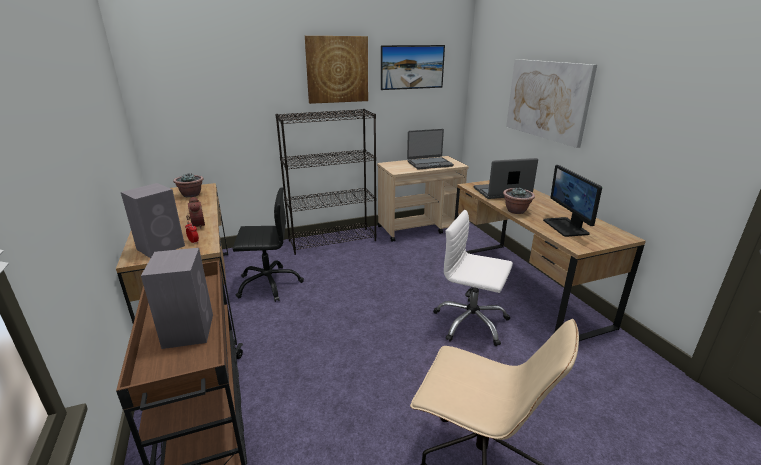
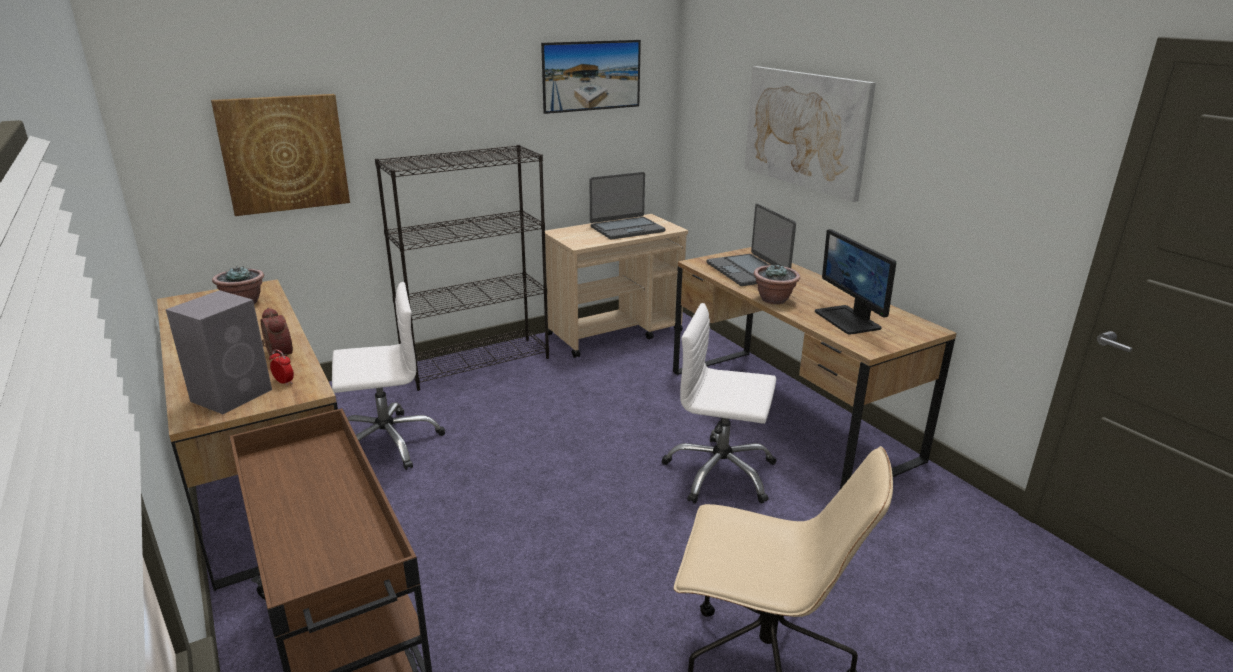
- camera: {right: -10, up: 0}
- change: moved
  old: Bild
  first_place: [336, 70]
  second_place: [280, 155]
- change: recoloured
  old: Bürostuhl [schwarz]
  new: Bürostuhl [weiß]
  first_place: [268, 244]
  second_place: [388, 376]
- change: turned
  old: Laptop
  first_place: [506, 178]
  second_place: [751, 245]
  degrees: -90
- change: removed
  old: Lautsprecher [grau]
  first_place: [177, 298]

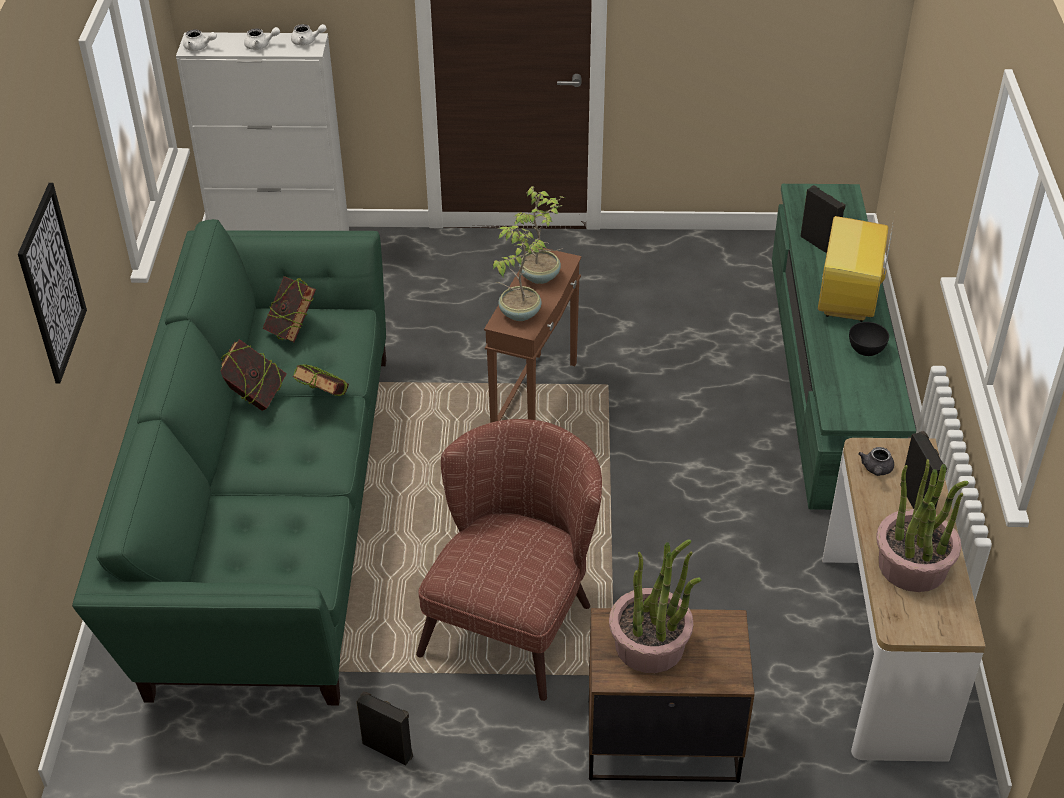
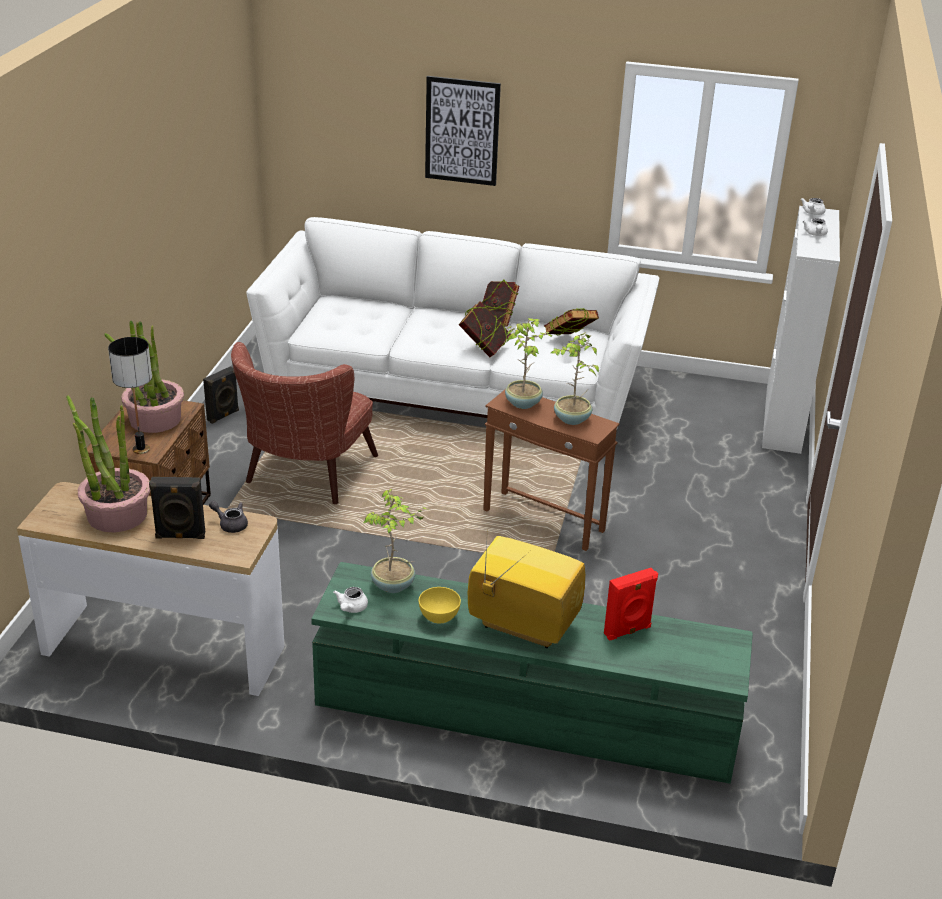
- camera: {right: 100, up: -10}
- change: added
  new: Tischlampe
  second_place: [130, 395]
- change: turned
  old: Sessel [braun]
  first_place: [509, 560]
  second_place: [304, 423]
  degrees: 75
- change: recoloured
  old: Sofa [grün]
  new: Sofa [weiß]
  first_place: [229, 462]
  second_place: [452, 322]
- change: moved
  old: Teekanne [weiß]
  first_place: [309, 34]
  second_place: [350, 600]
- change: added
  new: Topfpflanze
  second_place: [395, 541]
- change: recoloured
  old: Schüssel [schwarz]
  new: Schüssel [gelb]
  first_place: [869, 339]
  second_place: [440, 605]
- change: recoloured
  old: Lautsprecher [schwarz]
  new: Lautsprecher [rot]
  first_place: [823, 219]
  second_place: [631, 604]

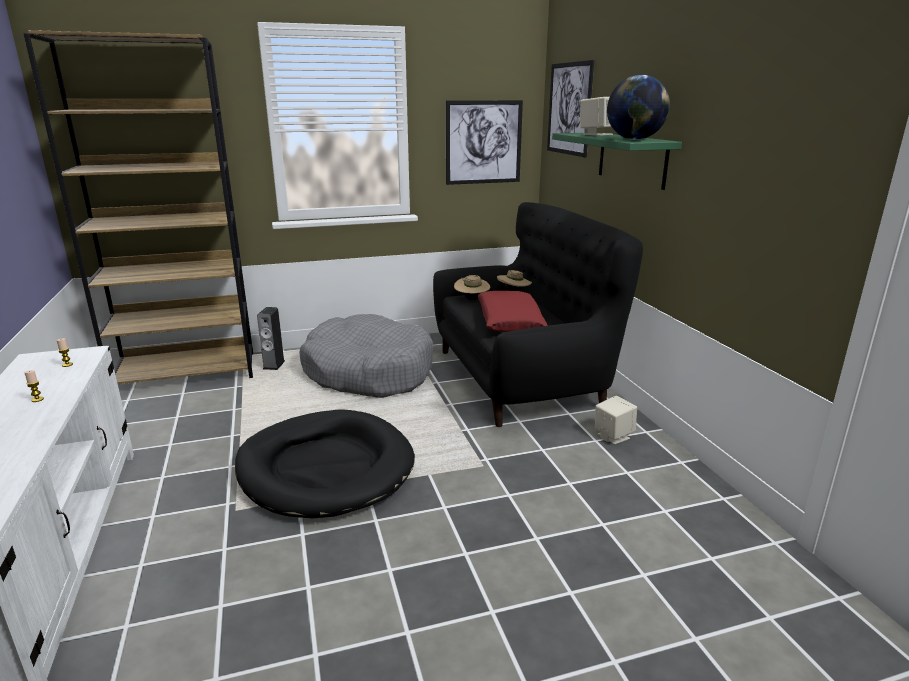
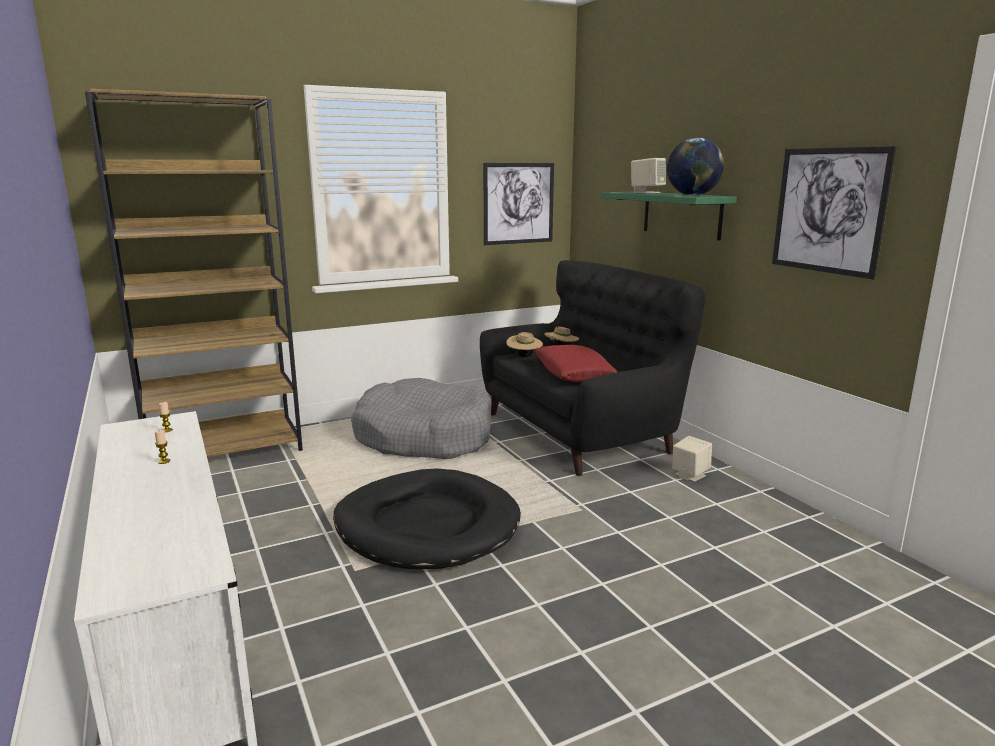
- camera: {right: -10, up: -5}
- change: moved
  old: Bild
  first_place: [570, 108]
  second_place: [834, 212]
- change: removed
  old: Lautsprecher
  first_place: [271, 338]

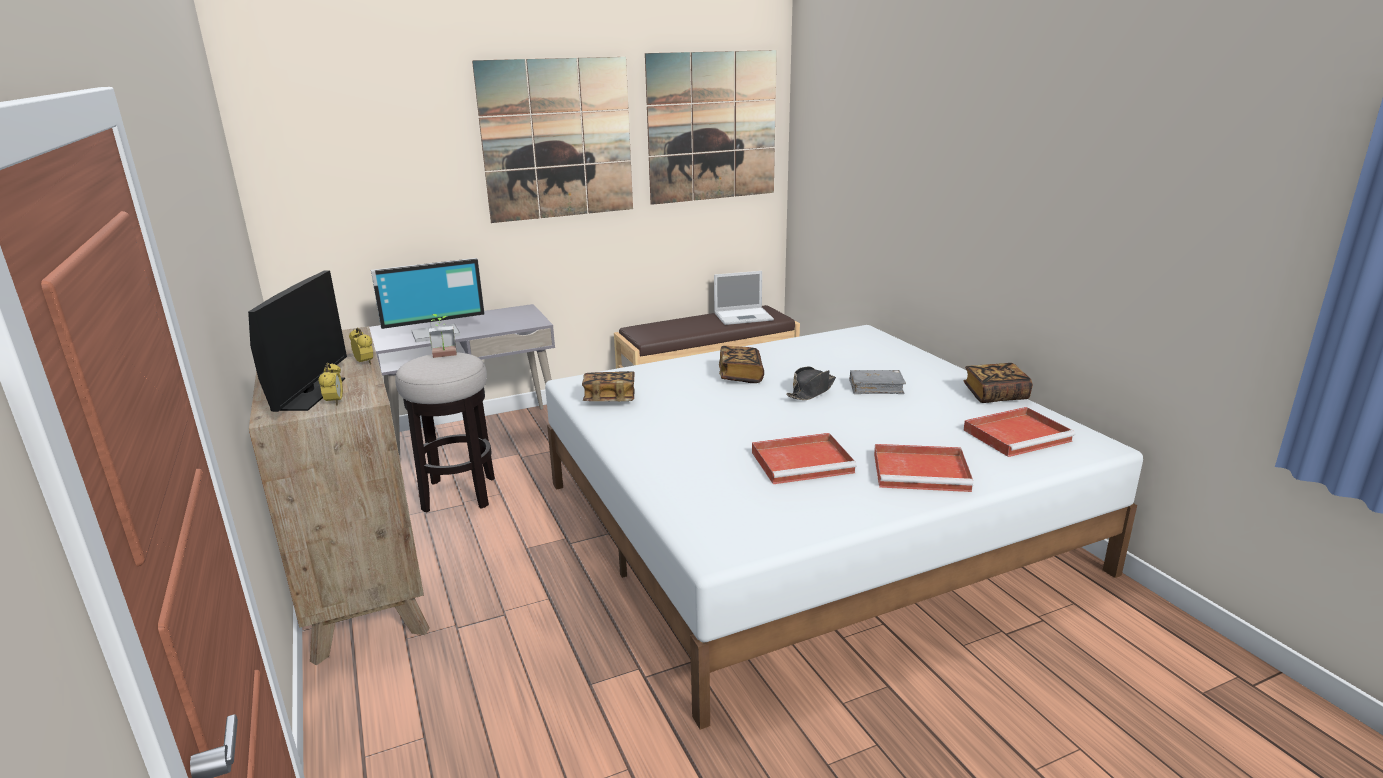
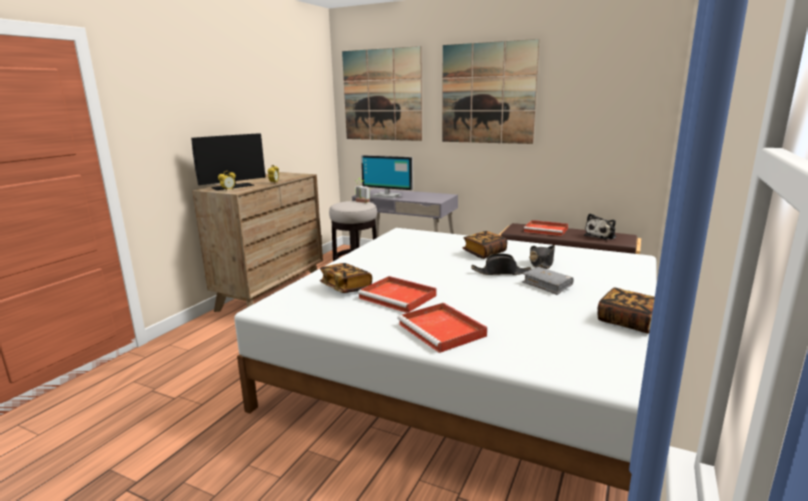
- camera: {right: 50, up: -5}
- change: moved
  old: Buch
  first_place: [608, 386]
  second_place: [346, 278]
- change: moved
  old: Bild
  first_place: [711, 127]
  second_place: [382, 93]
- change: moved
  old: Tablett [rot]
  first_place: [1019, 432]
  second_place: [546, 228]
- change: added
  new: Hut [schwarz]
  second_place: [542, 257]
- change: replaced
  old: Laptop
  new: Plüschtier
  first_place: [744, 298]
  second_place: [600, 226]

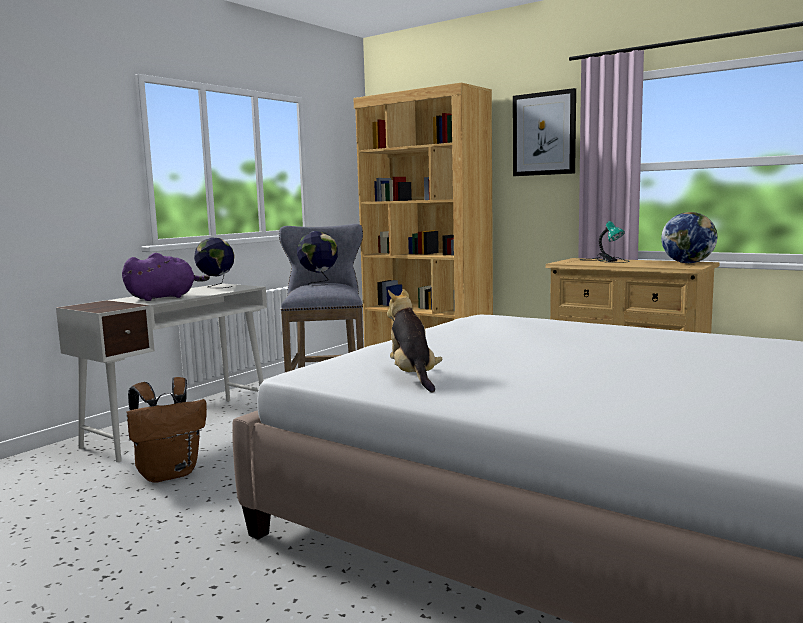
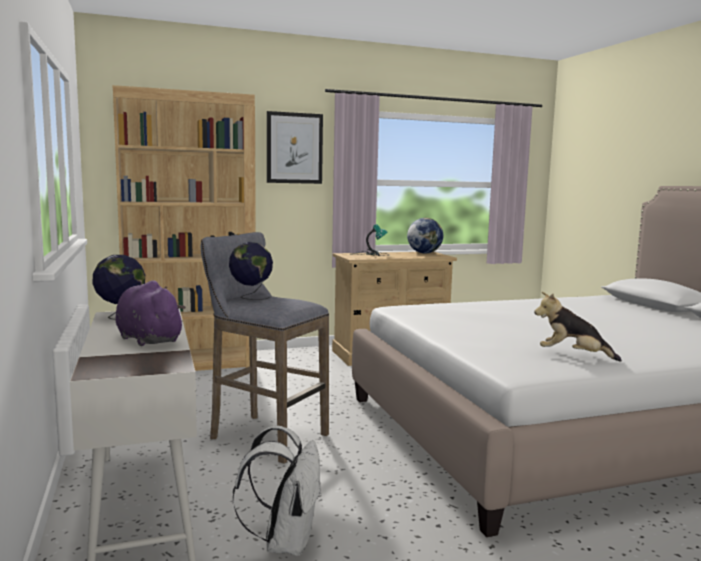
- camera: {right: -55, up: 0}
- change: turned
  old: Plüschtier [lila]
  first_place: [166, 277]
  second_place: [151, 313]
  degrees: -45
- change: recoloured
  old: Rucksack [braun]
  new: Rucksack [weiß]
  first_place: [167, 430]
  second_place: [277, 490]

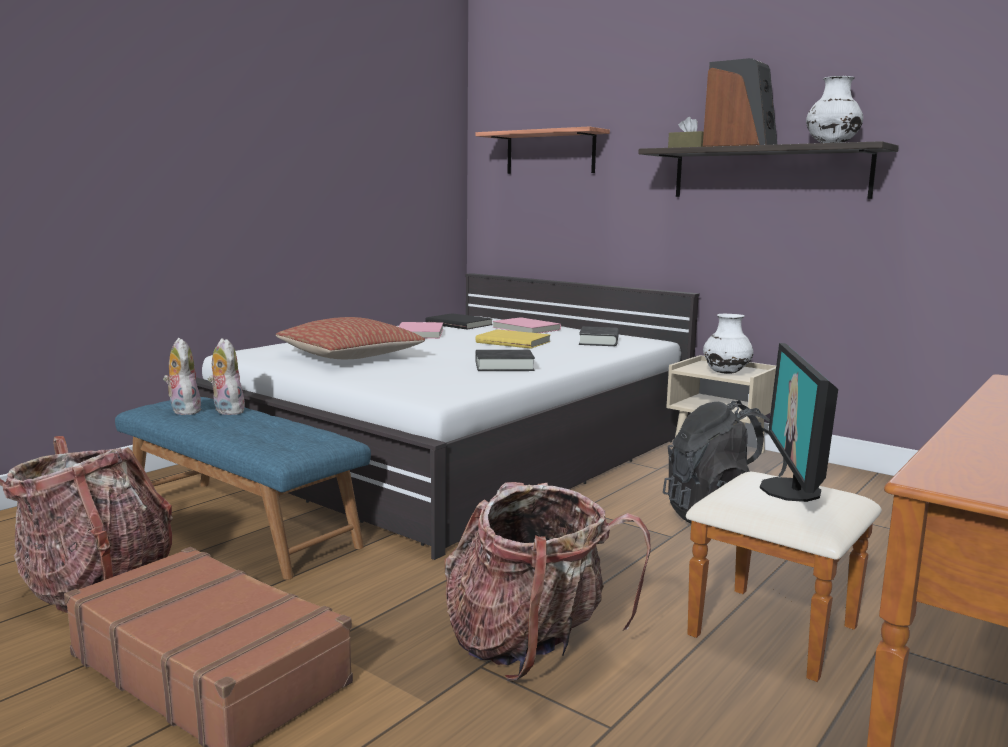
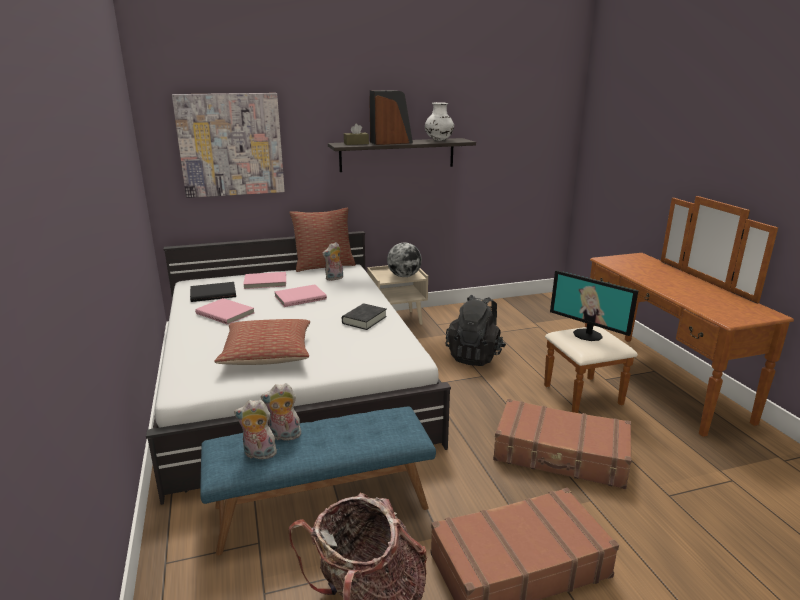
- camera: {right: -55, up: 10}
- change: replaced
  old: Wandregal
  new: Bild
  first_place: [542, 150]
  second_place: [228, 145]
- change: recoloured
  old: Buch [gelb]
  new: Buch [rosa]
  first_place: [513, 339]
  second_place: [300, 295]
- change: added
  new: Kissen
  second_place: [322, 239]
- change: replaced
  old: Buch [schwarz]
  new: Plüschtier
  first_place: [599, 336]
  second_place: [332, 261]
- change: replaced
  old: Vase [weiß]
  new: Globus
  first_place: [728, 344]
  second_place: [404, 260]
- change: replaced
  old: Rucksack
  new: Koffer [braun]
  first_place: [548, 581]
  second_place: [562, 444]

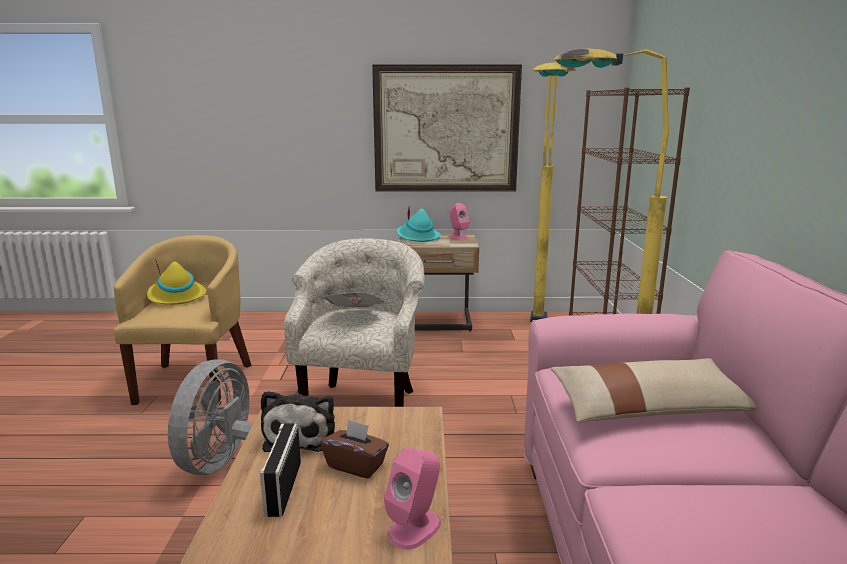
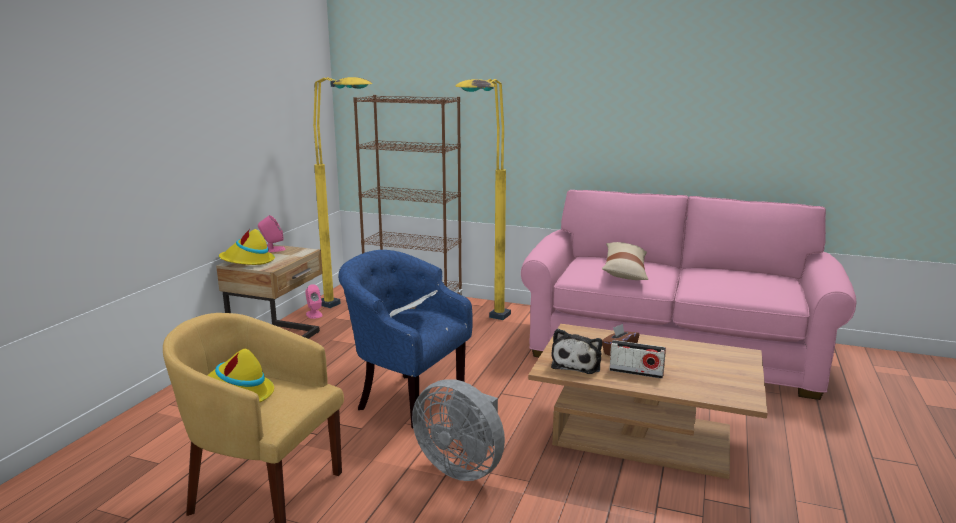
- camera: {right: -70, up: 0}
- change: recoloured
  old: Hut [türkis]
  new: Hut [gelb]
  first_place: [419, 225]
  second_place: [247, 247]
- change: moved
  old: Lautsprecher [rosa]
  first_place: [412, 499]
  second_place: [314, 301]
- change: recoloured
  old: Sessel [beige]
  new: Sessel [blau]
  first_place: [354, 323]
  second_place: [405, 339]
- change: turned
  old: Plüschtier
  first_place: [298, 421]
  second_place: [576, 351]
  degrees: 90
- change: removed
  old: Bild
  first_place: [447, 128]

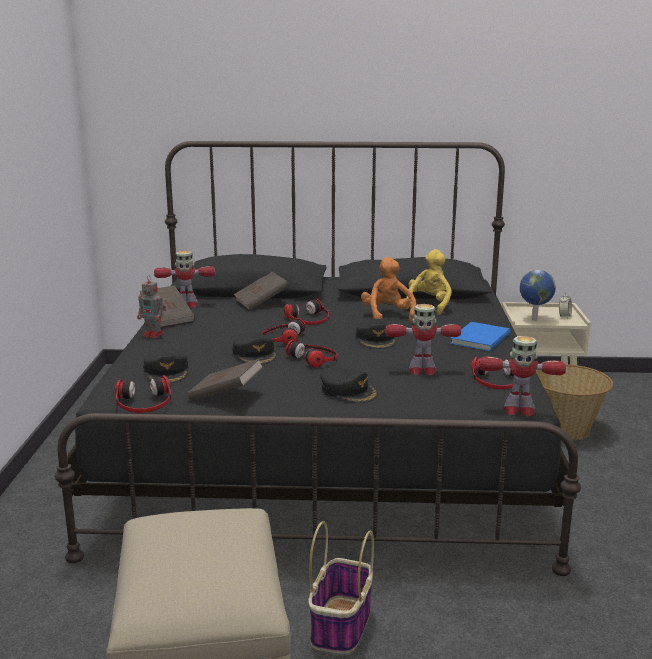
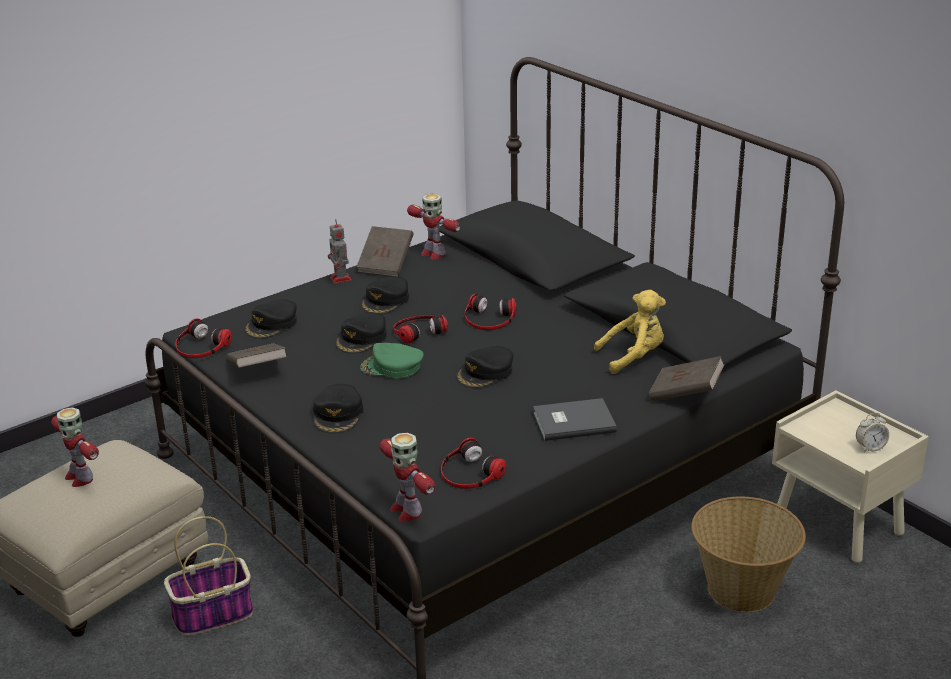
- camera: {right: 50, up: 10}
- change: moved
  old: Spielzeugroboter
  first_place: [423, 339]
  second_place: [75, 447]
- change: replaced
  old: Kopfhörer
  new: Kappe [grün]
  first_place: [312, 354]
  second_place: [392, 361]
- change: added
  new: Kappe [schwarz]
  second_place: [385, 295]
- change: recoloured
  old: Buch [blau]
  new: Buch [grau]
  first_place: [480, 336]
  second_place: [575, 419]
- change: moved
  old: Buch [braun]
  first_place: [261, 291]
  second_place: [687, 379]
- change: removed
  old: Plüschtier [orange]
  first_place: [388, 290]
- change: removed
  old: Globus
  first_place: [538, 295]

